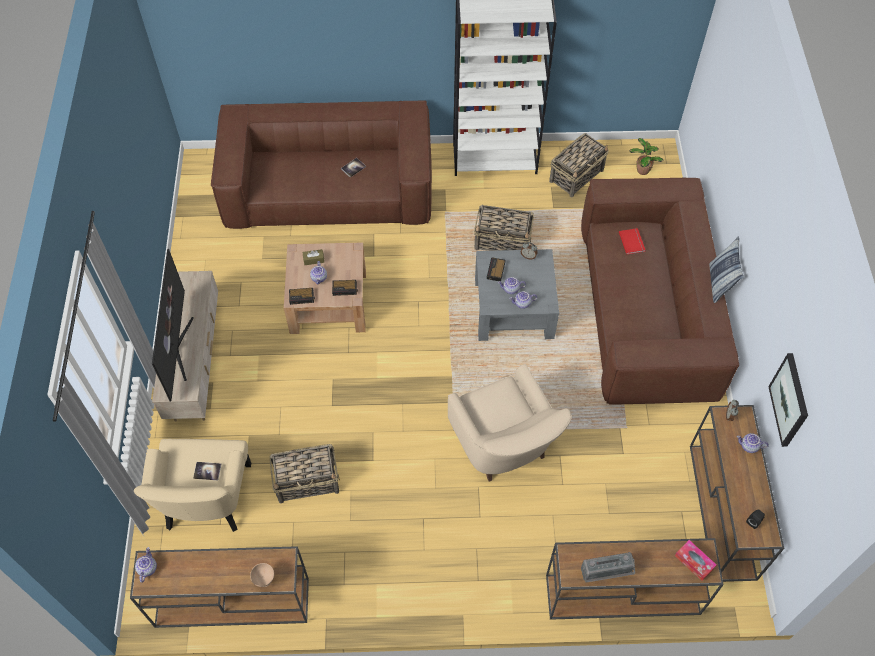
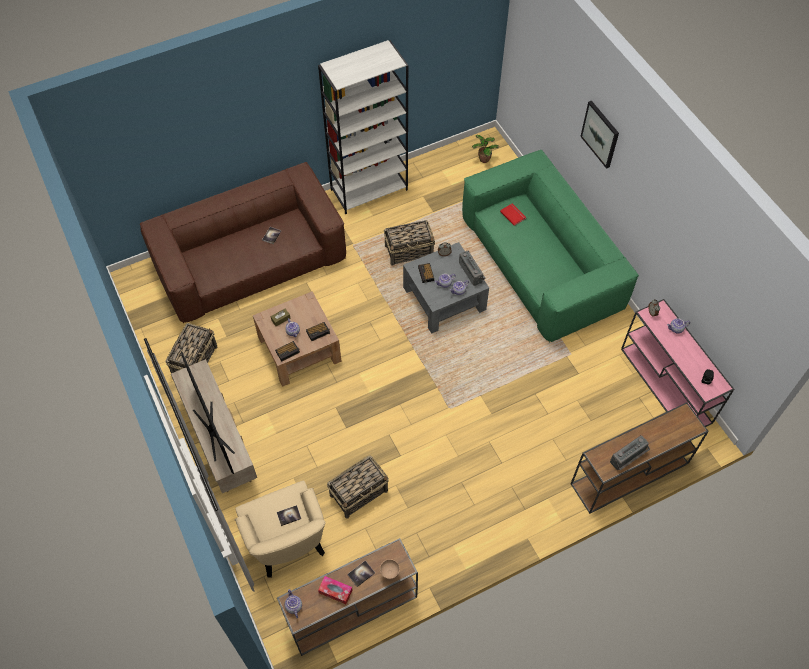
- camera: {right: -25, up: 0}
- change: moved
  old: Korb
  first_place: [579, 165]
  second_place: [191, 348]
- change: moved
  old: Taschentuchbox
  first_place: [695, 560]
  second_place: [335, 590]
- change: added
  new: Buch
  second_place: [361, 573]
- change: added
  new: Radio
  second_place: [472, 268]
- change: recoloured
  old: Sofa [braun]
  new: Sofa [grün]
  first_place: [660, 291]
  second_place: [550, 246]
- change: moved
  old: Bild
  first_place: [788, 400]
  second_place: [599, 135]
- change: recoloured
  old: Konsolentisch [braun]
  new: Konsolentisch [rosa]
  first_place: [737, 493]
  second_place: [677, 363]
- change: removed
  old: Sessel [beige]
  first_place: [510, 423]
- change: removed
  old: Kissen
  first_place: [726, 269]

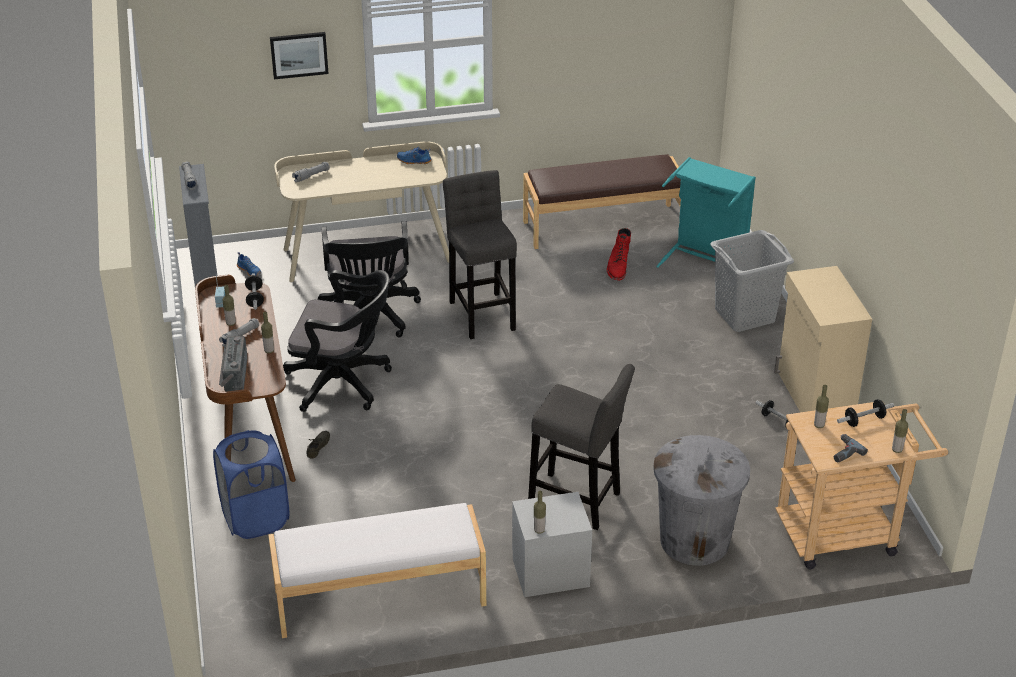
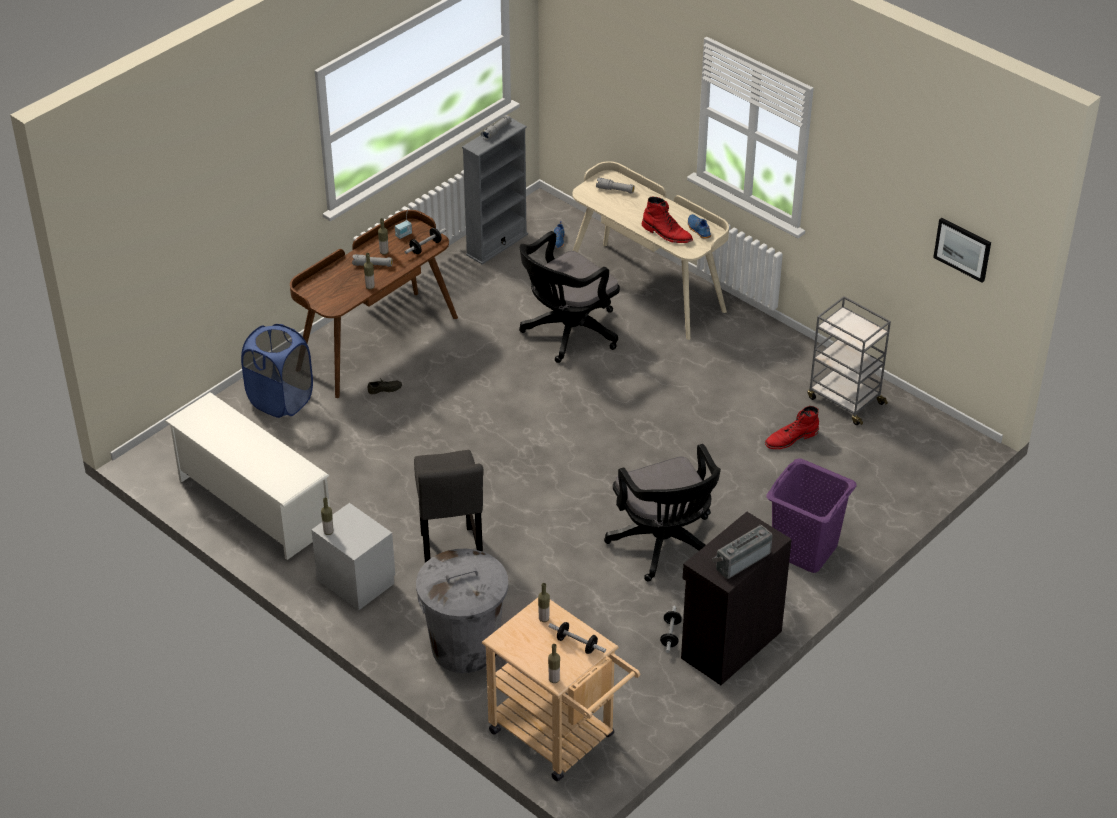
- camera: {right: 55, up: 5}
- change: replaced
  old: Bank [weiß]
  new: Schuhregal [weiß]
  first_place: [377, 570]
  second_place: [247, 476]
- change: moved
  old: Bürostuhl [schwarz]
  first_place: [337, 341]
  second_place: [662, 513]
- change: added
  new: Stiefel [rot]
  second_place: [667, 220]
- change: recoloured
  old: Schrank [beige]
  new: Schrank [schwarz]
  first_place: [823, 339]
  second_place: [736, 598]
- change: moved
  old: Radio
  first_place: [233, 364]
  second_place: [742, 552]
- change: recoloured
  old: Wäschekorb [grau]
  new: Wäschekorb [lila]
  first_place: [752, 281]
  second_place: [811, 516]
- change: replaced
  old: Bank [braun]
  new: Rollwagen [grau]
  first_place: [602, 201]
  second_place: [849, 360]
- change: moved
  old: Bild
  first_place: [299, 55]
  second_place: [962, 250]
- change: removed
  old: Hocker [grau]
  first_place: [480, 254]
- change: removed
  old: Wäschekorb [türkis]
  first_place: [706, 212]
- change: removed
  old: Bohrmaschine
  first_place: [851, 448]

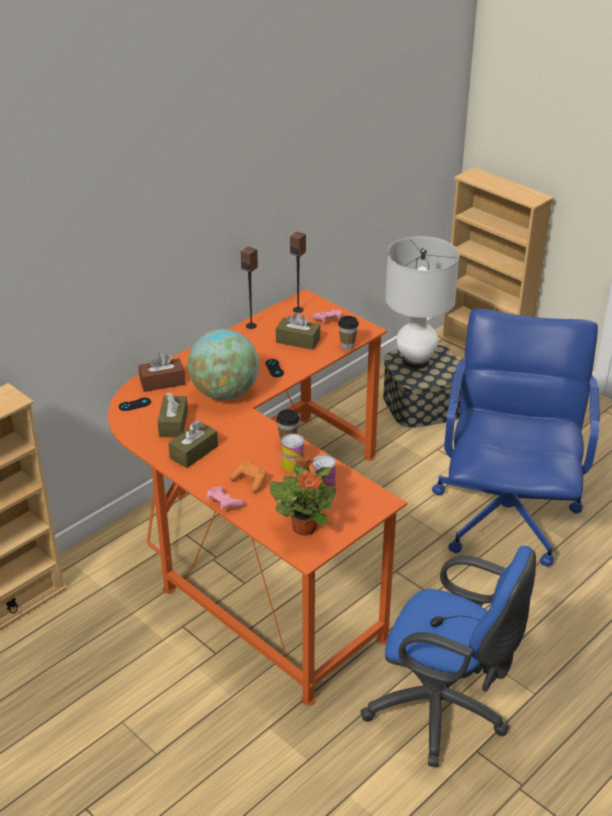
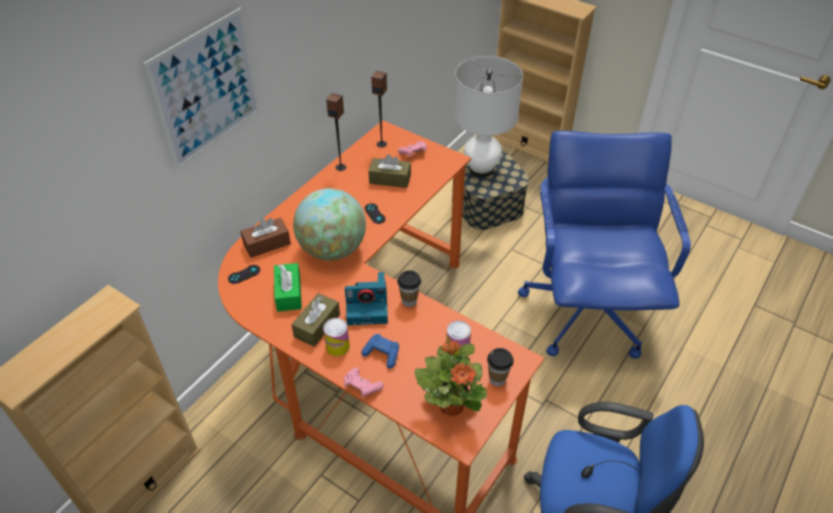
- camera: {right: -10, up: 10}
- change: added
  new: Bild
  second_place: [201, 89]
- change: recoloured
  old: Taschentuchbox [braun]
  new: Taschentuchbox [grün]
  first_place: [173, 415]
  second_place: [288, 287]
- change: moved
  old: Dose
  first_place: [292, 453]
  second_place: [336, 337]
- change: added
  new: Kamera
  second_place: [366, 298]
- change: recoloured
  old: Gamepad [orange]
  new: Gamepad [blau]
  first_place: [248, 477]
  second_place: [380, 351]
- change: moved
  old: Tasse
  first_place: [348, 333]
  second_place: [500, 367]

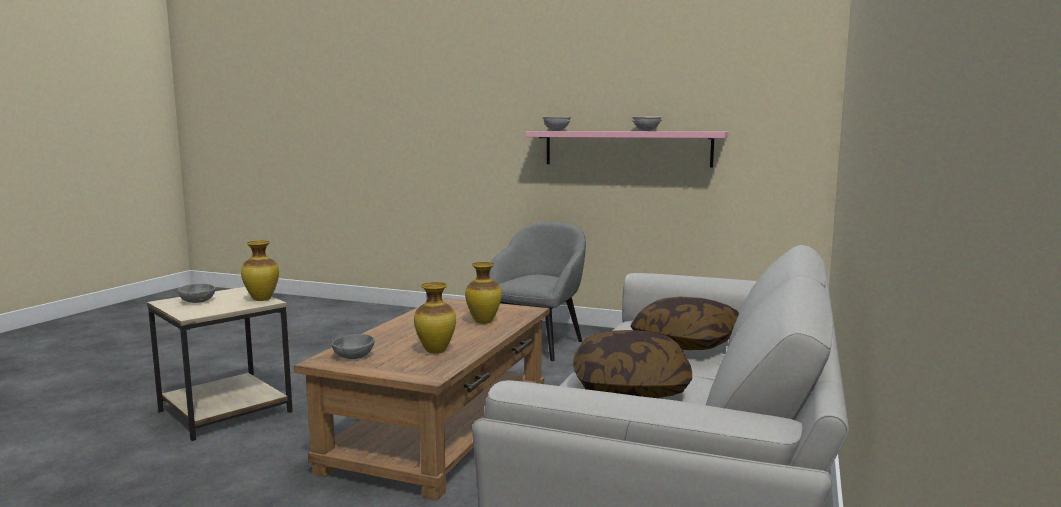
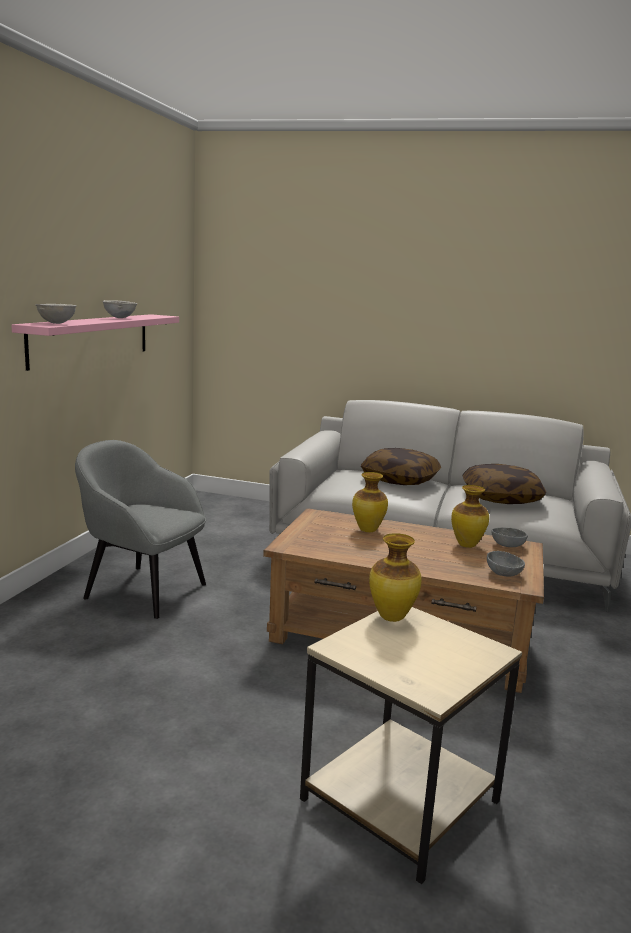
- camera: {right: -95, up: 5}
- change: moved
  old: Schüssel [grau]
  first_place: [196, 293]
  second_place: [509, 537]

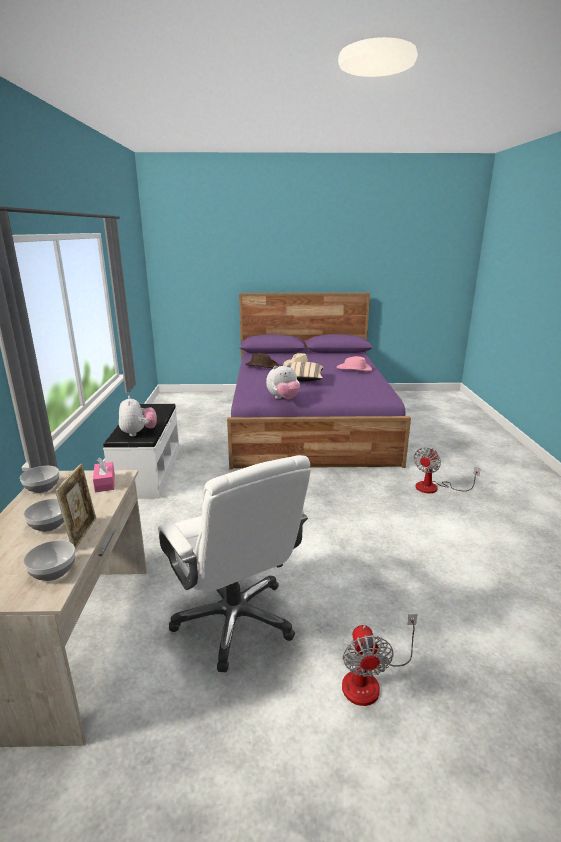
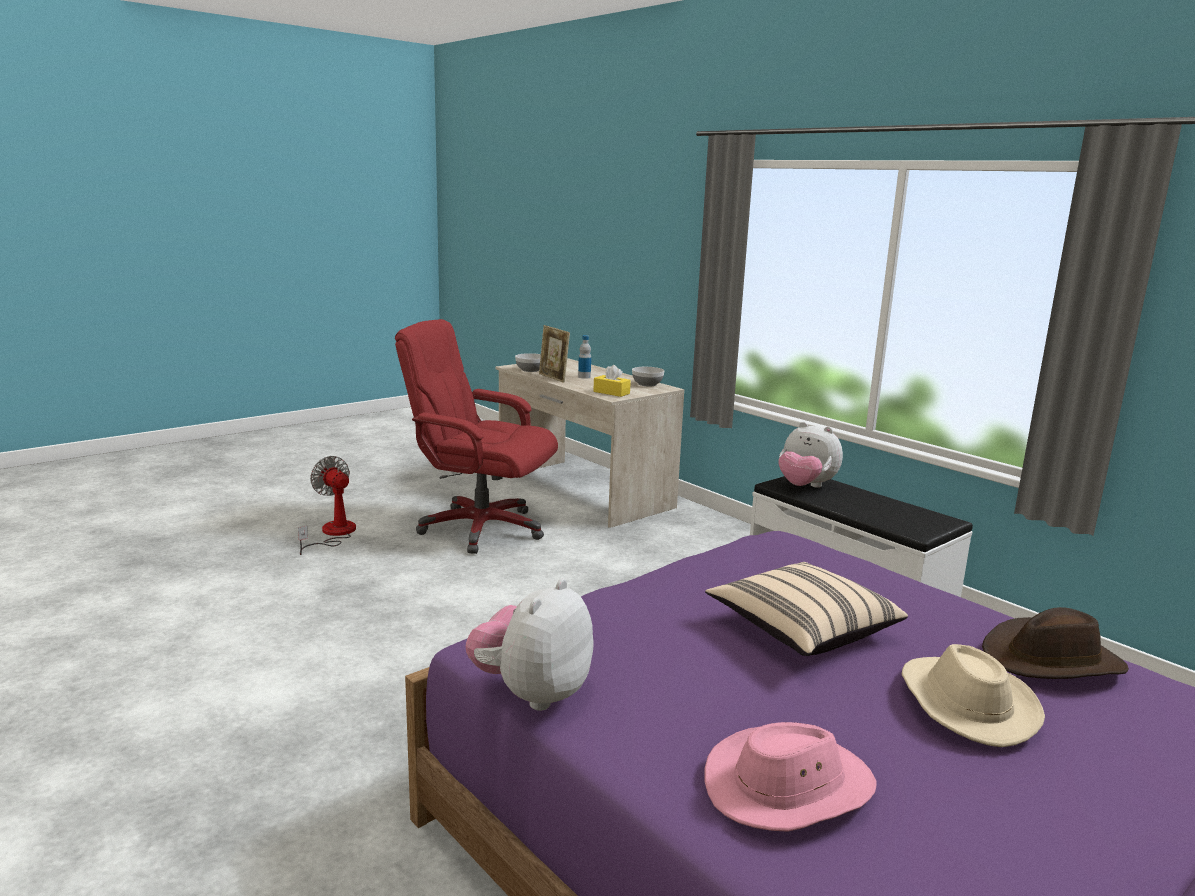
- camera: {right: 140, up: -5}
- change: recoloured
  old: Bürostuhl [weiß]
  new: Bürostuhl [rot]
  first_place: [234, 563]
  second_place: [476, 436]
- change: moved
  old: Plüschtier
  first_place: [283, 381]
  second_place: [529, 645]
- change: replaced
  old: Schüssel
  new: Flasche
  first_place: [43, 515]
  second_place: [584, 357]
- change: recoloured
  old: Taschentuchbox [rosa]
  new: Taschentuchbox [gelb]
  first_place: [104, 475]
  second_place: [612, 381]
- change: removed
  old: Ventilator
  first_place: [447, 470]

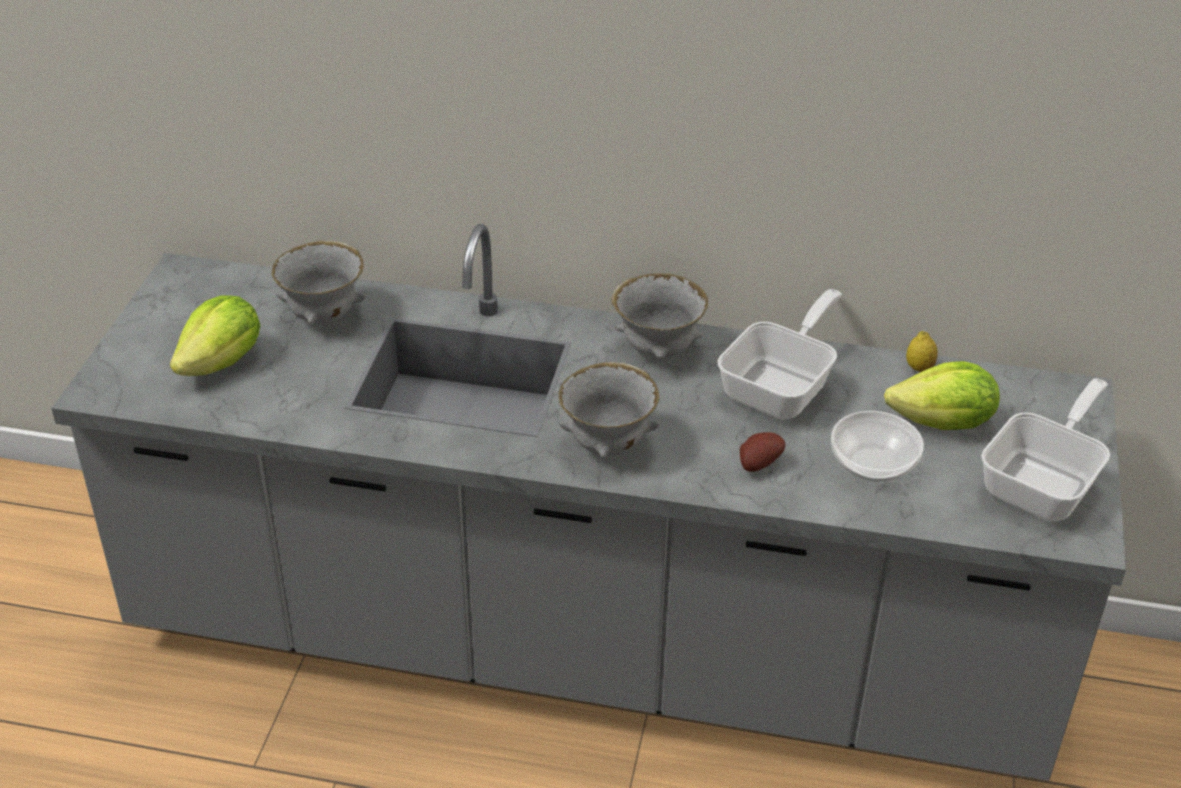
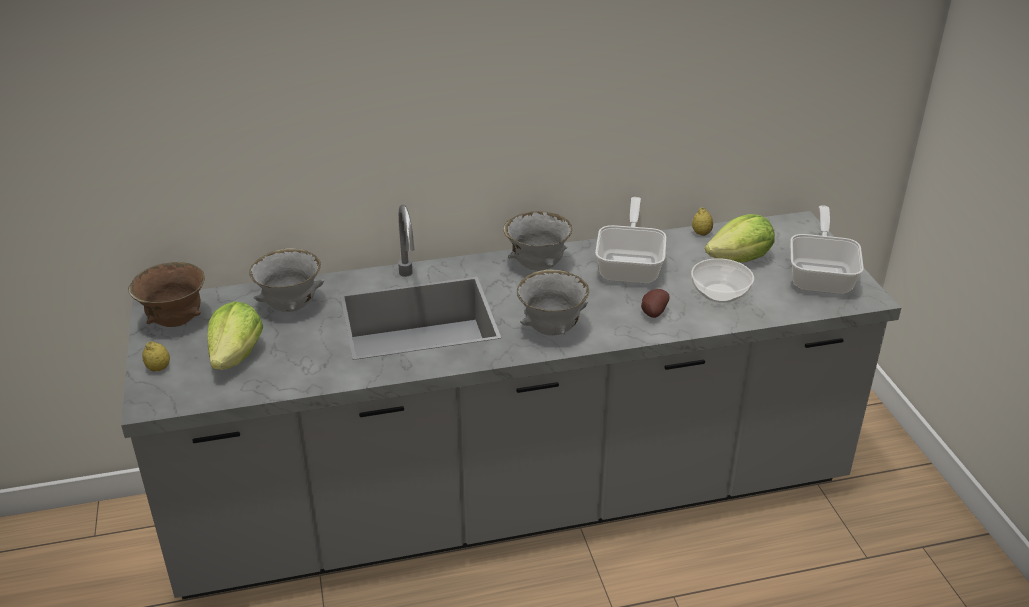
- camera: {right: -25, up: -5}
- change: added
  new: Schüssel [braun]
  second_place: [166, 294]
- change: added
  new: Zitrone
  second_place: [156, 356]

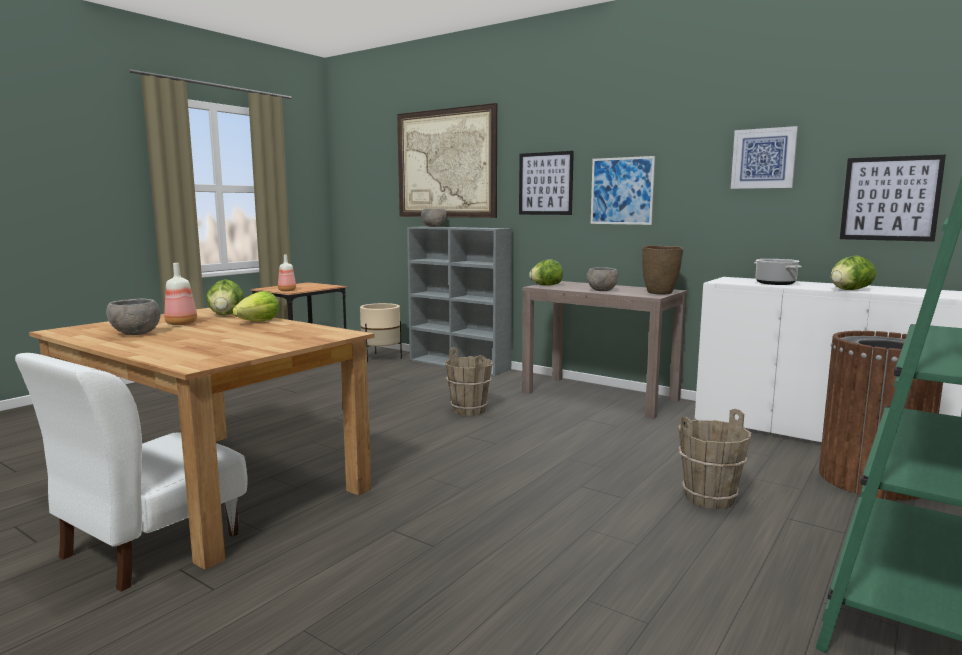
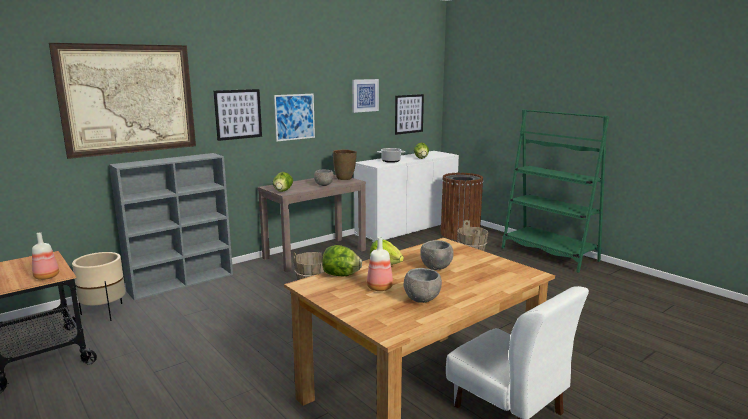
- camera: {right: -75, up: 5}
- change: moved
  old: Schüssel [grau]
  first_place: [434, 218]
  second_place: [437, 255]

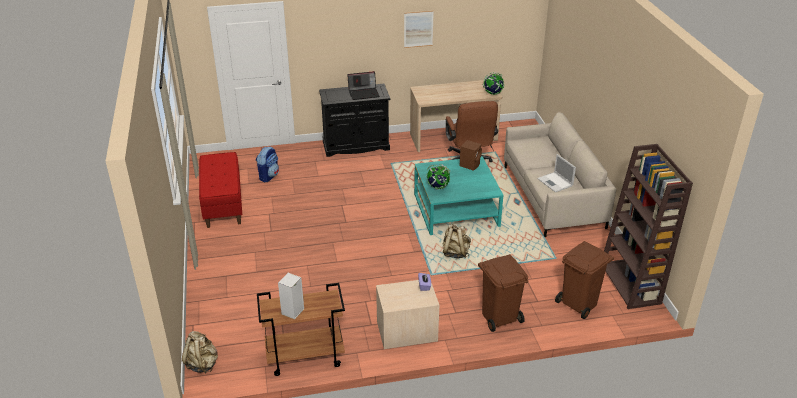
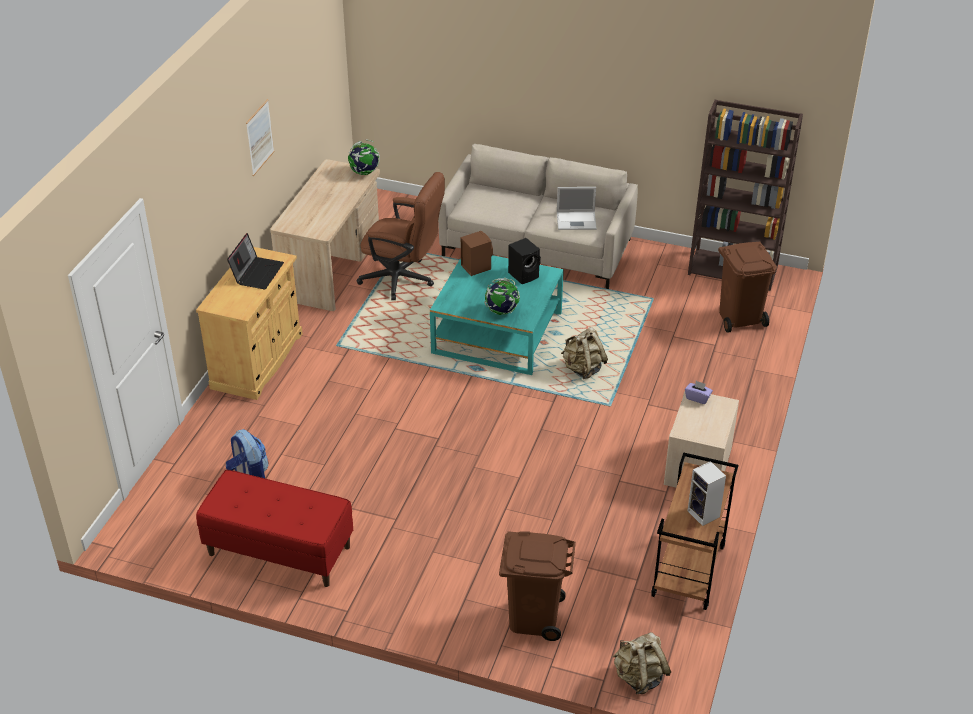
- camera: {right: -60, up: 5}
- change: recoloured
  old: Schrank [schwarz]
  new: Schrank [beige]
  first_place: [354, 120]
  second_place: [249, 323]
- change: moved
  old: Mülleimer [braun]
  first_place: [503, 293]
  second_place: [537, 586]
- change: added
  new: Lautsprecher [schwarz]
  second_place: [524, 261]

